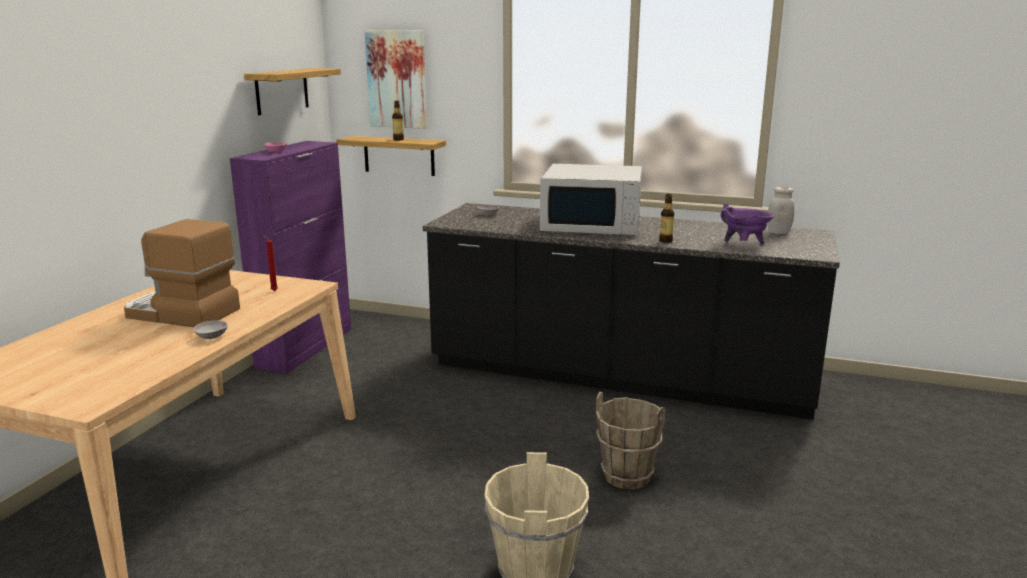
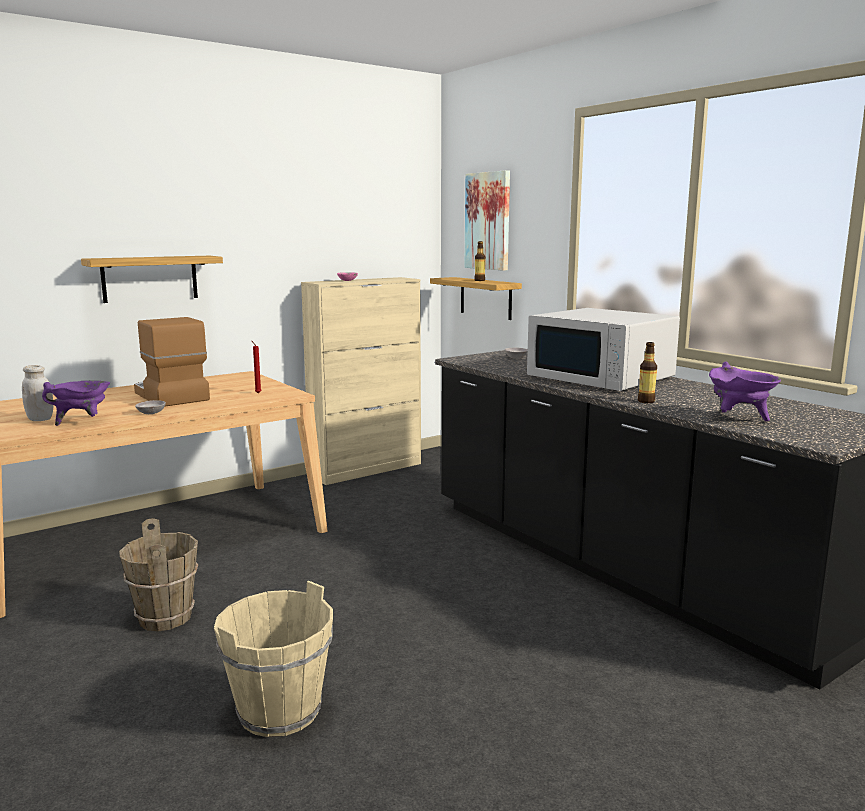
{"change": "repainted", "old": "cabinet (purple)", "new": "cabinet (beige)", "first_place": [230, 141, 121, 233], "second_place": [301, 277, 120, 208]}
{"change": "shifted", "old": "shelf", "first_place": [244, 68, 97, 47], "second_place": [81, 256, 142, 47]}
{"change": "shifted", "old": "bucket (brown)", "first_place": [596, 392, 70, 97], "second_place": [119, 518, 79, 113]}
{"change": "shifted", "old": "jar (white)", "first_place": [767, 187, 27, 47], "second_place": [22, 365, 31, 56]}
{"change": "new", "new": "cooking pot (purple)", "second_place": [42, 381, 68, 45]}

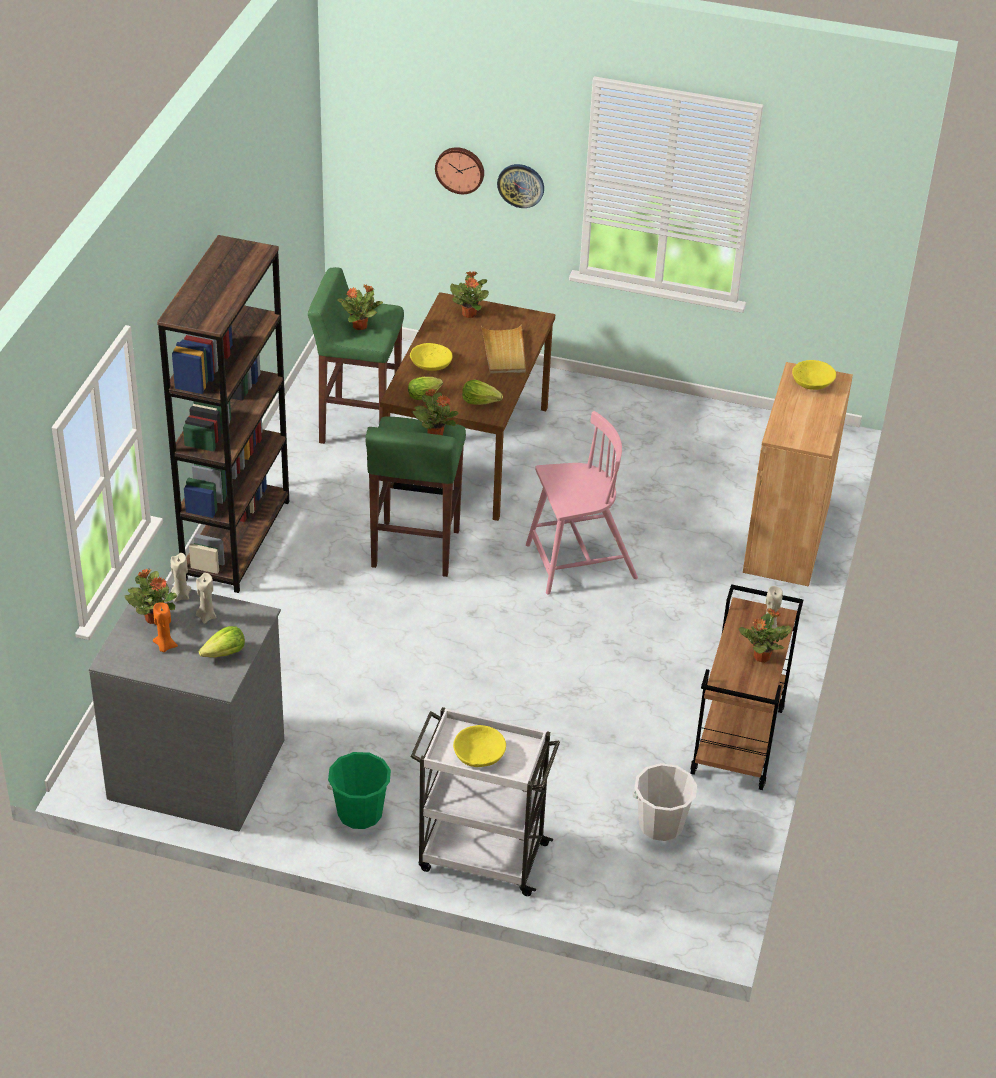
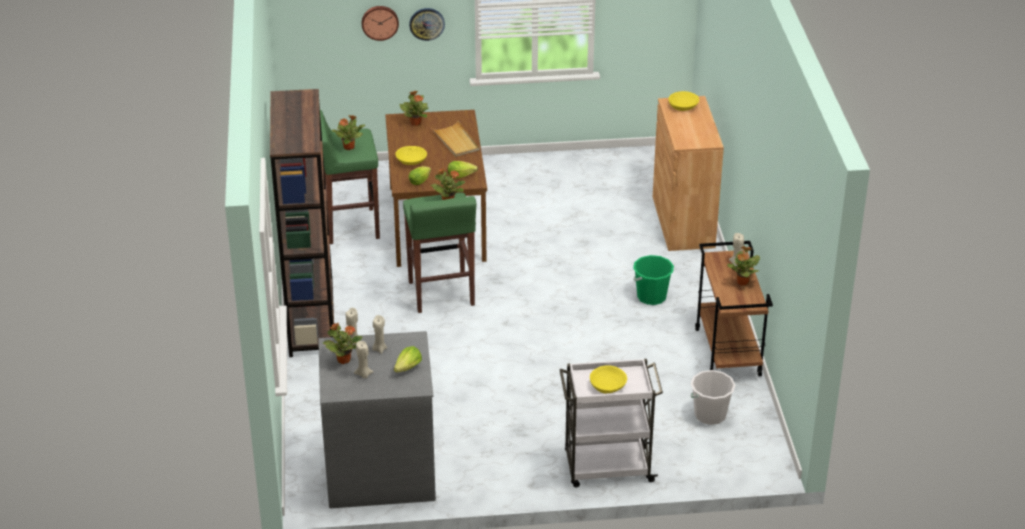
{"change": "repainted", "old": "candle (orange)", "new": "candle (beige)", "first_place": [153, 603, 25, 49], "second_place": [354, 341, 19, 37]}
{"change": "shifted", "old": "bucket (green)", "first_place": [327, 752, 64, 77], "second_place": [633, 255, 41, 50]}
{"change": "gone", "old": "chair (pink)", "first_place": [526, 411, 112, 183]}

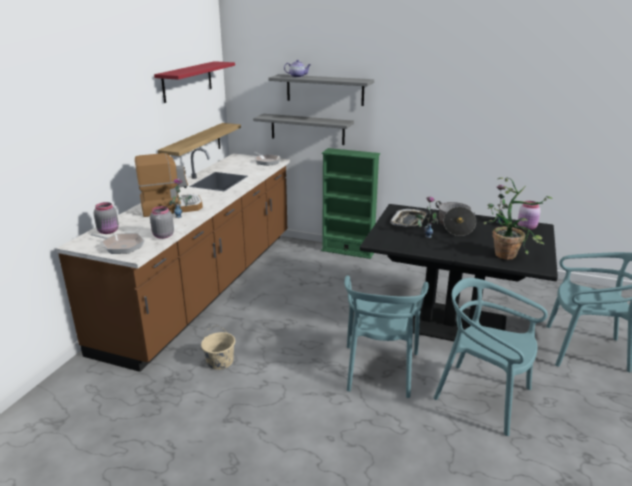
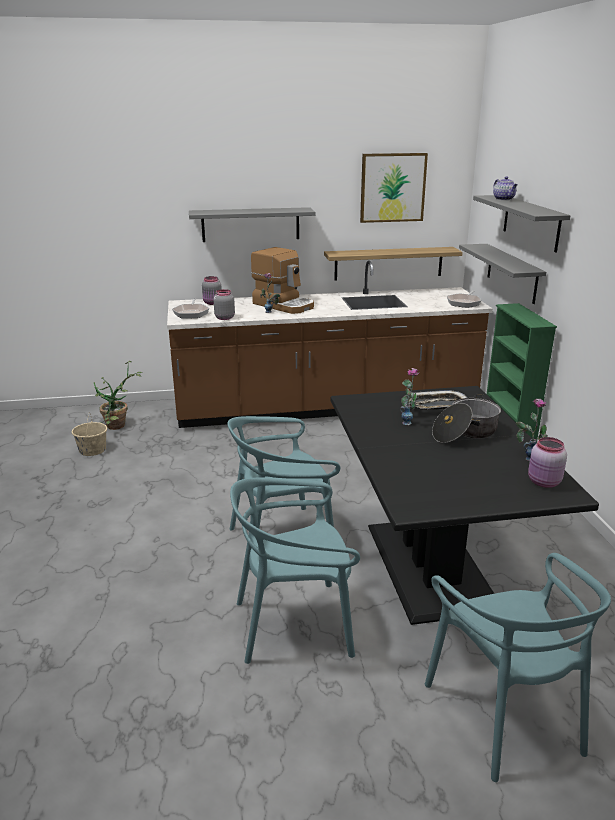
{"change": "swapped", "old": "shelf (red)", "new": "picture", "first_place": [154, 61, 81, 42], "second_place": [360, 153, 68, 70]}
{"change": "shifted", "old": "bucket (beige)", "first_place": [201, 326, 34, 44], "second_place": [72, 412, 35, 44]}
{"change": "rotated", "old": "chair (turquoise)", "first_place": [434, 278, 114, 158], "second_place": [230, 477, 130, 187], "degrees": -105}
{"change": "shifted", "old": "potted plant", "first_place": [483, 178, 70, 82], "second_place": [94, 361, 48, 69]}
{"change": "new", "new": "shelf (grey)", "second_place": [189, 207, 126, 35]}

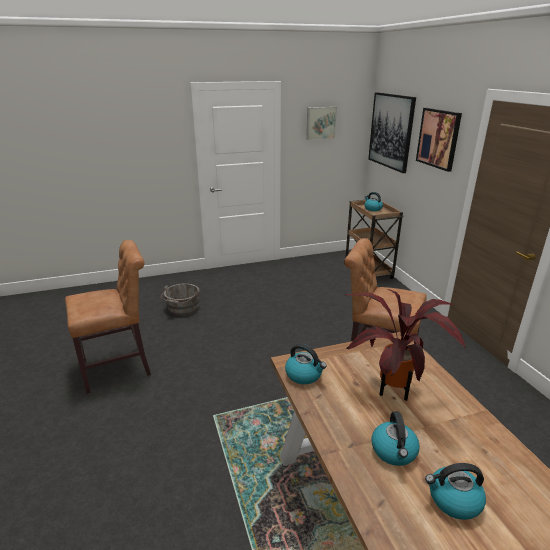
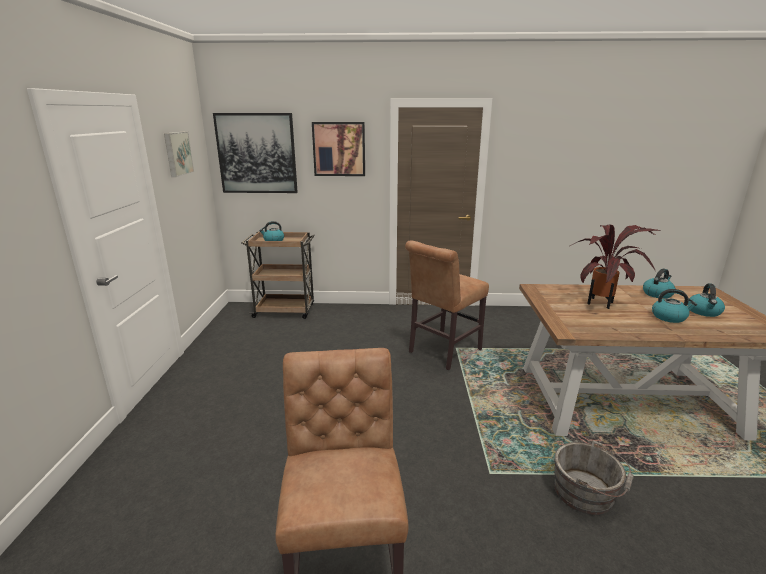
{"change": "shifted", "old": "bucket (grey)", "first_place": [161, 283, 39, 33], "second_place": [554, 440, 80, 75]}
{"change": "shifted", "old": "kettle", "first_place": [285, 344, 42, 40], "second_place": [643, 269, 33, 30]}

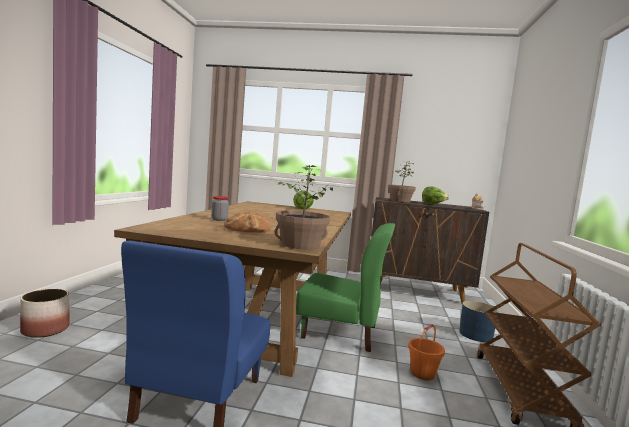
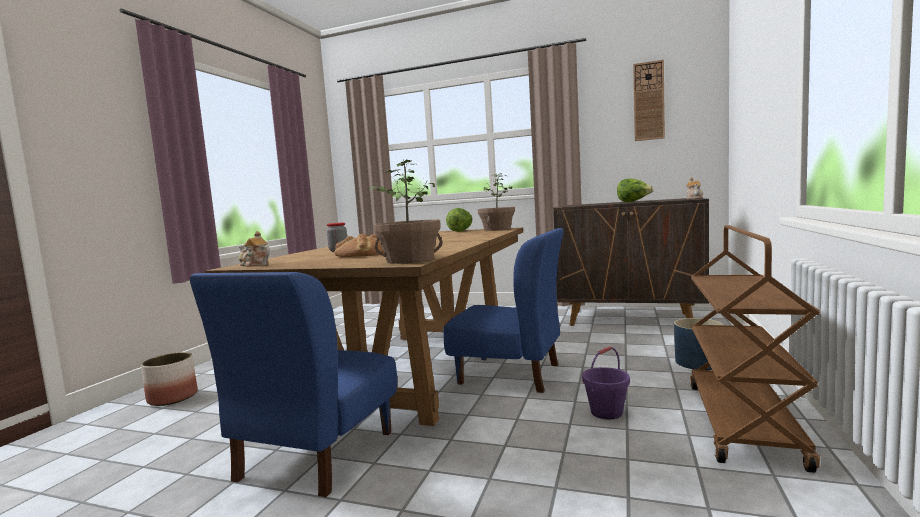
{"change": "repainted", "old": "chair (green)", "new": "chair (blue)", "first_place": [296, 223, 99, 129], "second_place": [444, 228, 120, 165]}
{"change": "shifted", "old": "potted plant", "first_place": [388, 161, 28, 42], "second_place": [478, 173, 37, 58]}
{"change": "repainted", "old": "bucket (orange)", "new": "bucket (purple)", "first_place": [408, 324, 37, 56], "second_place": [582, 346, 48, 73]}
{"change": "new", "new": "teapot", "second_place": [239, 231, 31, 36]}
{"change": "new", "new": "wall clock", "second_place": [633, 60, 32, 81]}

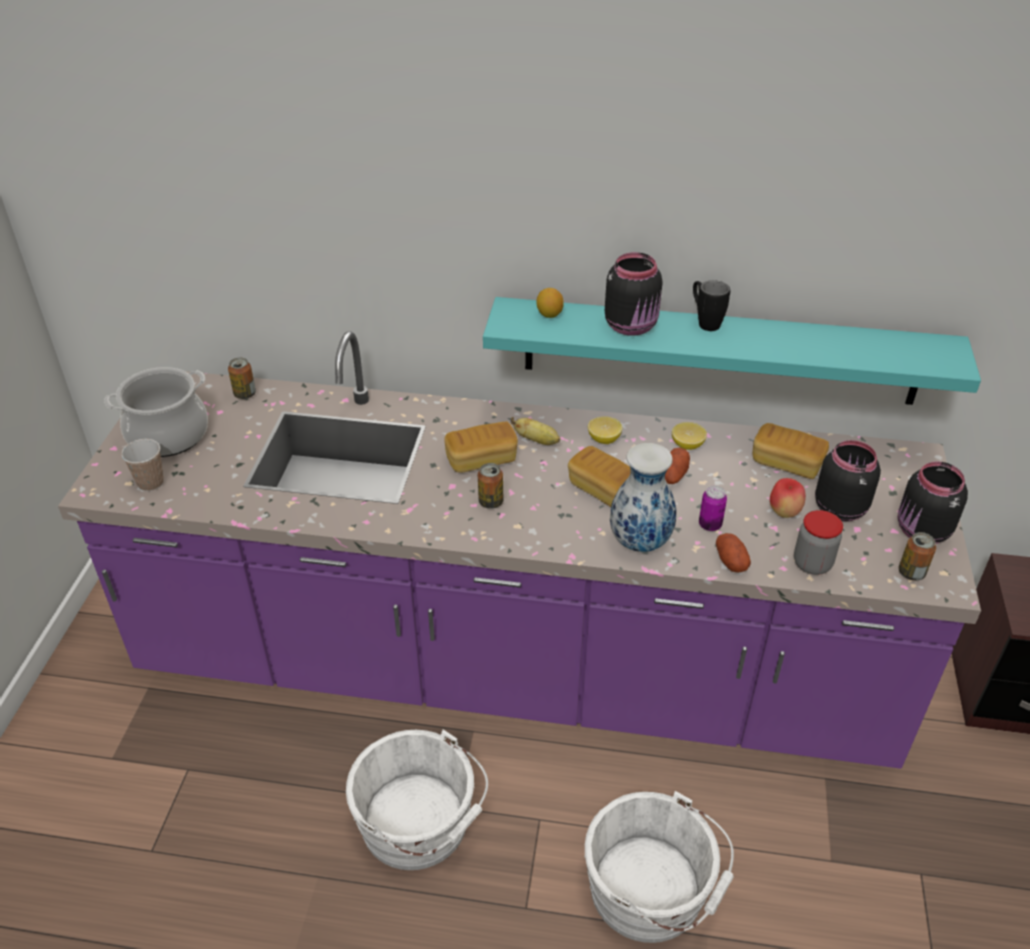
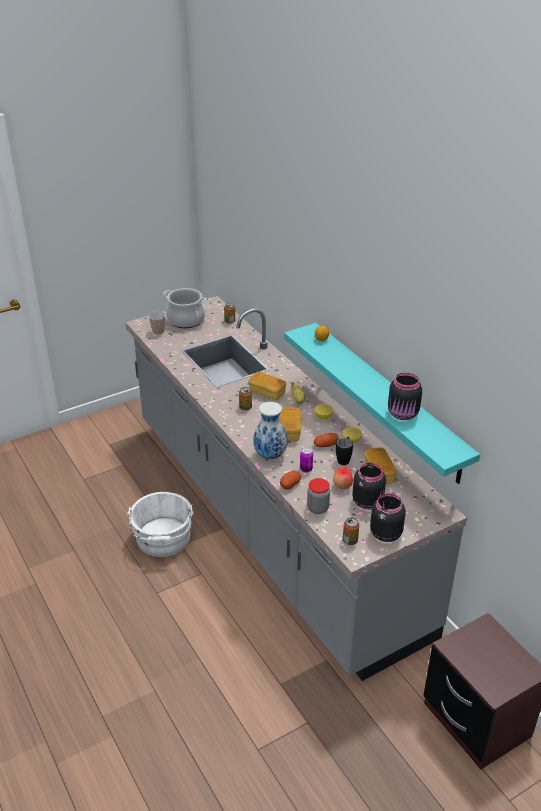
{"change": "repainted", "old": "counter (purple)", "new": "counter (grey)", "first_place": [58, 331, 923, 438], "second_place": [126, 296, 341, 385]}
{"change": "gone", "old": "bucket (white)", "first_place": [584, 791, 150, 152]}
{"change": "shifted", "old": "jar (black)", "first_place": [605, 252, 58, 84], "second_place": [388, 372, 34, 48]}
{"change": "shifted", "old": "mug (black)", "first_place": [693, 280, 37, 51], "second_place": [336, 437, 17, 28]}

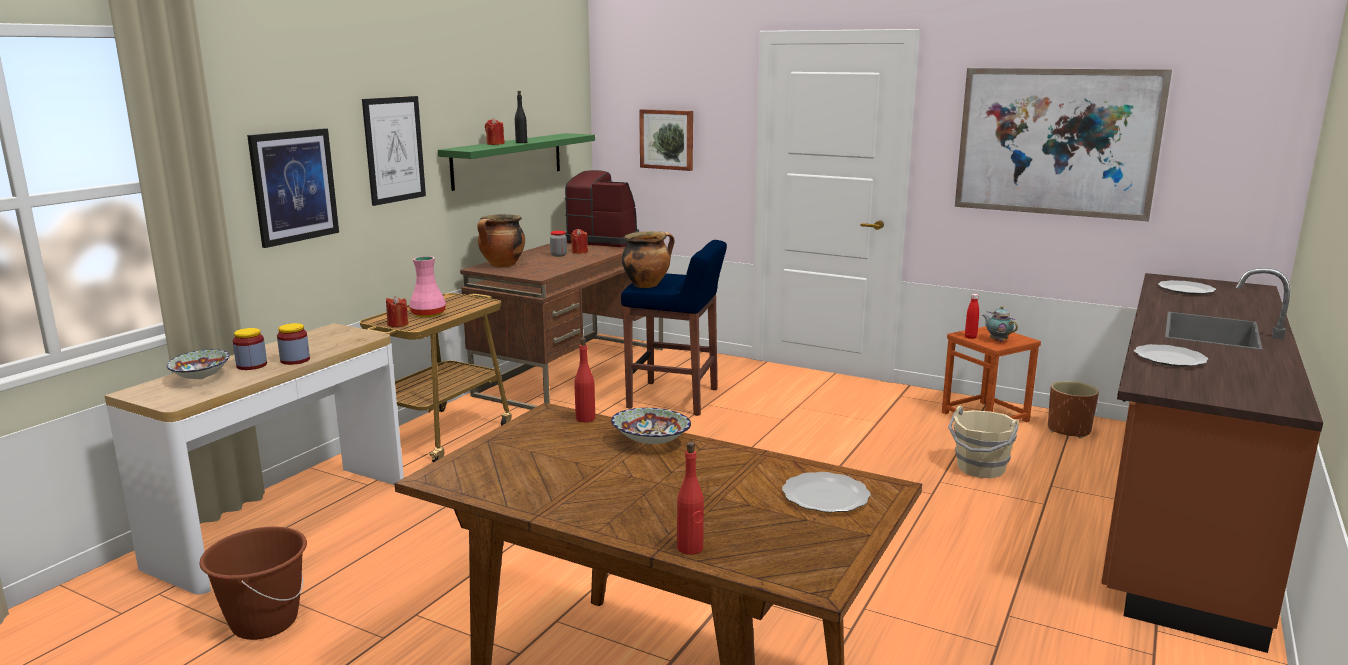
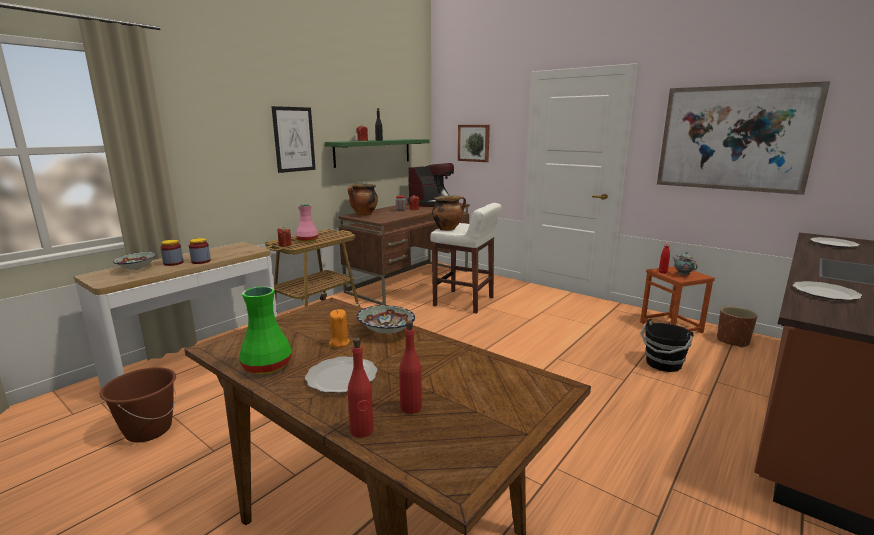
{"change": "gone", "old": "picture", "first_place": [247, 128, 92, 120]}
{"change": "rotated", "old": "coffee machine", "first_place": [565, 170, 74, 77], "second_place": [407, 163, 47, 44], "degrees": 105}
{"change": "shifted", "old": "bottle (red)", "first_place": [574, 338, 21, 84], "second_place": [399, 321, 23, 93]}
{"change": "repainted", "old": "stool (blue)", "new": "stool (white)", "first_place": [621, 240, 106, 176], "second_place": [430, 203, 72, 111]}
{"change": "shifted", "old": "plate", "first_place": [782, 472, 89, 41], "second_place": [305, 356, 72, 37]}
{"change": "repainted", "old": "bucket (beige)", "new": "bucket (black)", "first_place": [948, 405, 71, 73], "second_place": [640, 319, 54, 53]}
{"change": "new", "new": "vase (green)", "second_place": [239, 286, 53, 89]}
{"change": "new", "new": "candle (orange)", "second_place": [329, 309, 21, 39]}

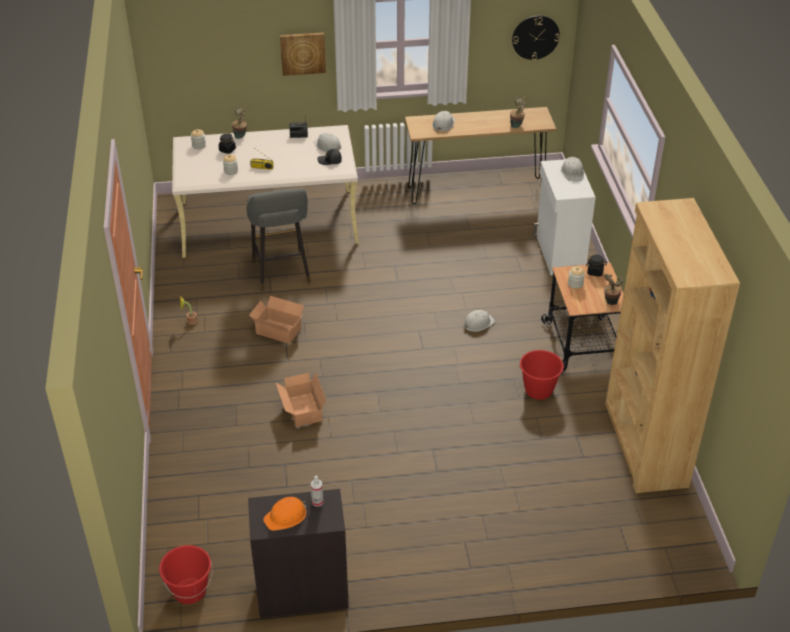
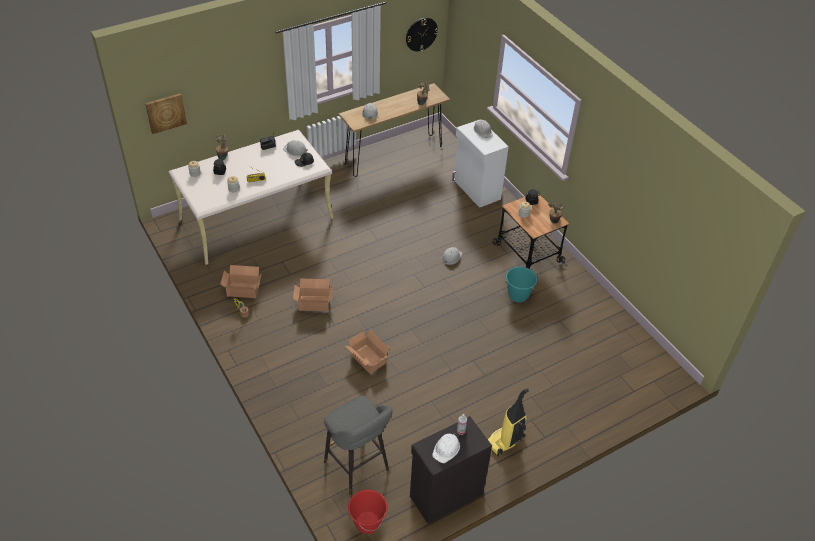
{"change": "shifted", "old": "stool (grey)", "first_place": [246, 188, 65, 103], "second_place": [324, 396, 69, 99]}
{"change": "repainted", "old": "hard hat (orange)", "new": "hard hat (white)", "first_place": [263, 497, 44, 34], "second_place": [432, 433, 28, 30]}
{"change": "shifted", "old": "picture", "first_place": [280, 33, 46, 43], "second_place": [145, 93, 42, 41]}
{"change": "repainted", "old": "bucket (red)", "new": "bucket (turquoise)", "first_place": [519, 350, 45, 50], "second_place": [505, 267, 32, 35]}
{"change": "gone", "old": "bookcase (brown)", "first_place": [605, 198, 135, 295]}
{"change": "new", "new": "cardboard box", "second_place": [220, 265, 42, 33]}
{"change": "new", "new": "vacuum cleaner", "second_place": [488, 389, 41, 68]}

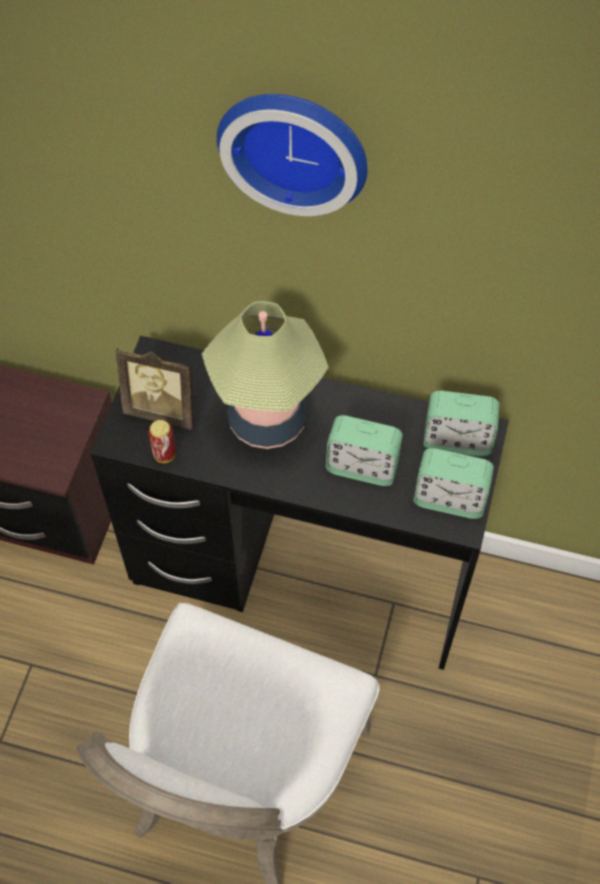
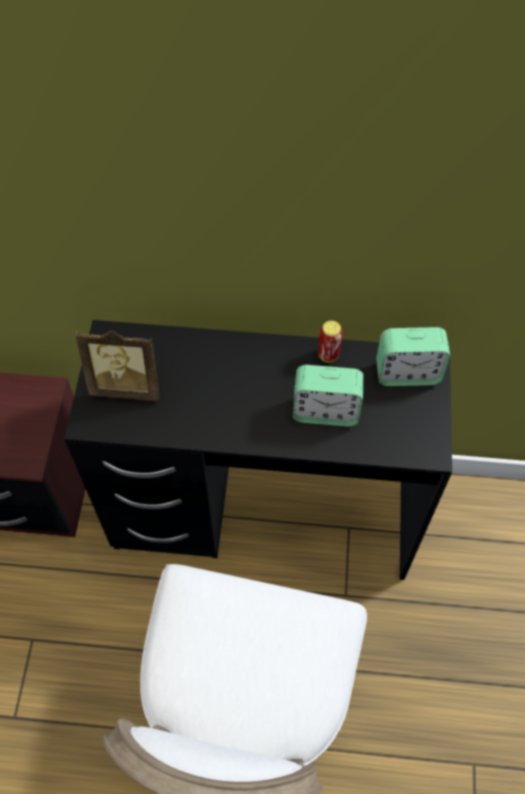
{"change": "shifted", "old": "can", "first_place": [148, 420, 28, 43], "second_place": [318, 321, 25, 41]}
{"change": "gone", "old": "table lamp", "first_place": [202, 301, 127, 148]}
{"change": "gone", "old": "wall clock", "first_place": [217, 94, 150, 122]}
{"change": "gone", "old": "alarm clock", "first_place": [413, 448, 81, 71]}

